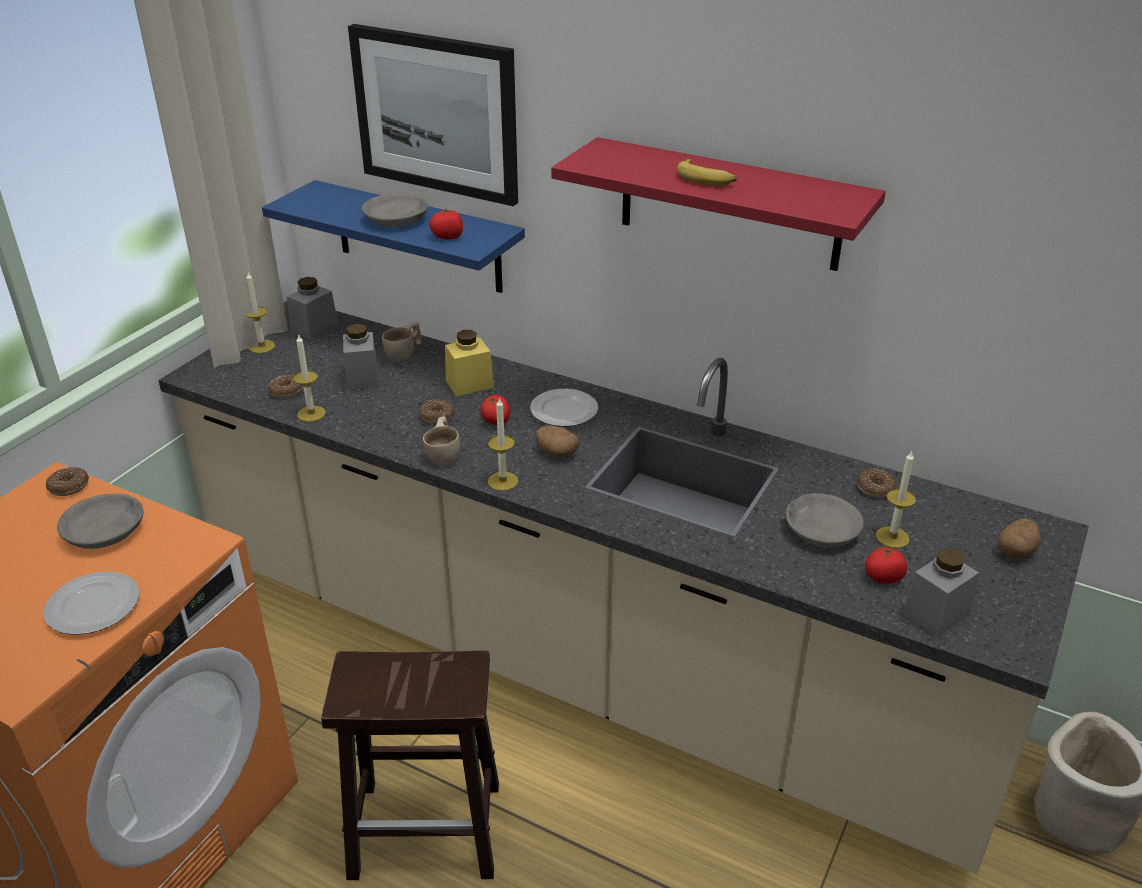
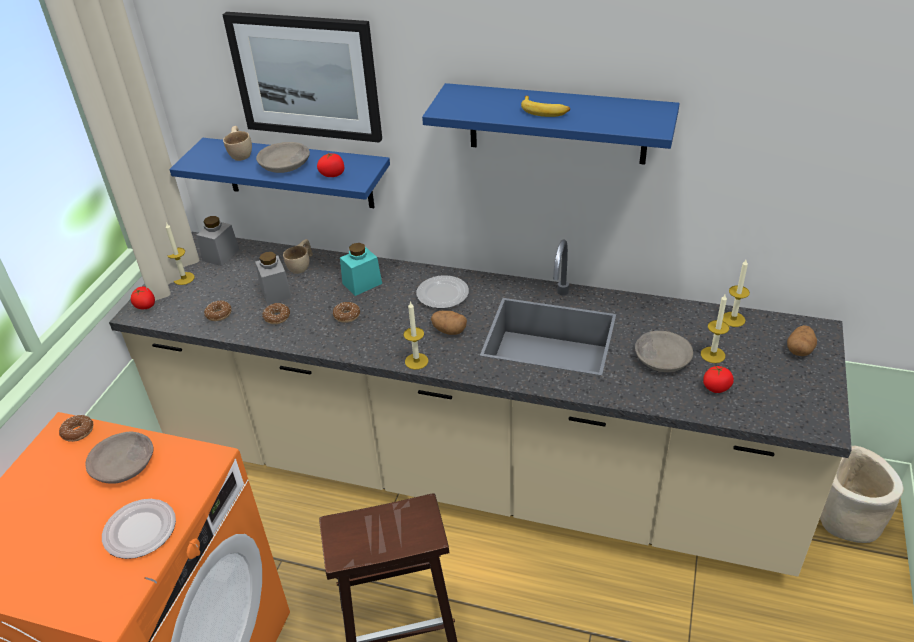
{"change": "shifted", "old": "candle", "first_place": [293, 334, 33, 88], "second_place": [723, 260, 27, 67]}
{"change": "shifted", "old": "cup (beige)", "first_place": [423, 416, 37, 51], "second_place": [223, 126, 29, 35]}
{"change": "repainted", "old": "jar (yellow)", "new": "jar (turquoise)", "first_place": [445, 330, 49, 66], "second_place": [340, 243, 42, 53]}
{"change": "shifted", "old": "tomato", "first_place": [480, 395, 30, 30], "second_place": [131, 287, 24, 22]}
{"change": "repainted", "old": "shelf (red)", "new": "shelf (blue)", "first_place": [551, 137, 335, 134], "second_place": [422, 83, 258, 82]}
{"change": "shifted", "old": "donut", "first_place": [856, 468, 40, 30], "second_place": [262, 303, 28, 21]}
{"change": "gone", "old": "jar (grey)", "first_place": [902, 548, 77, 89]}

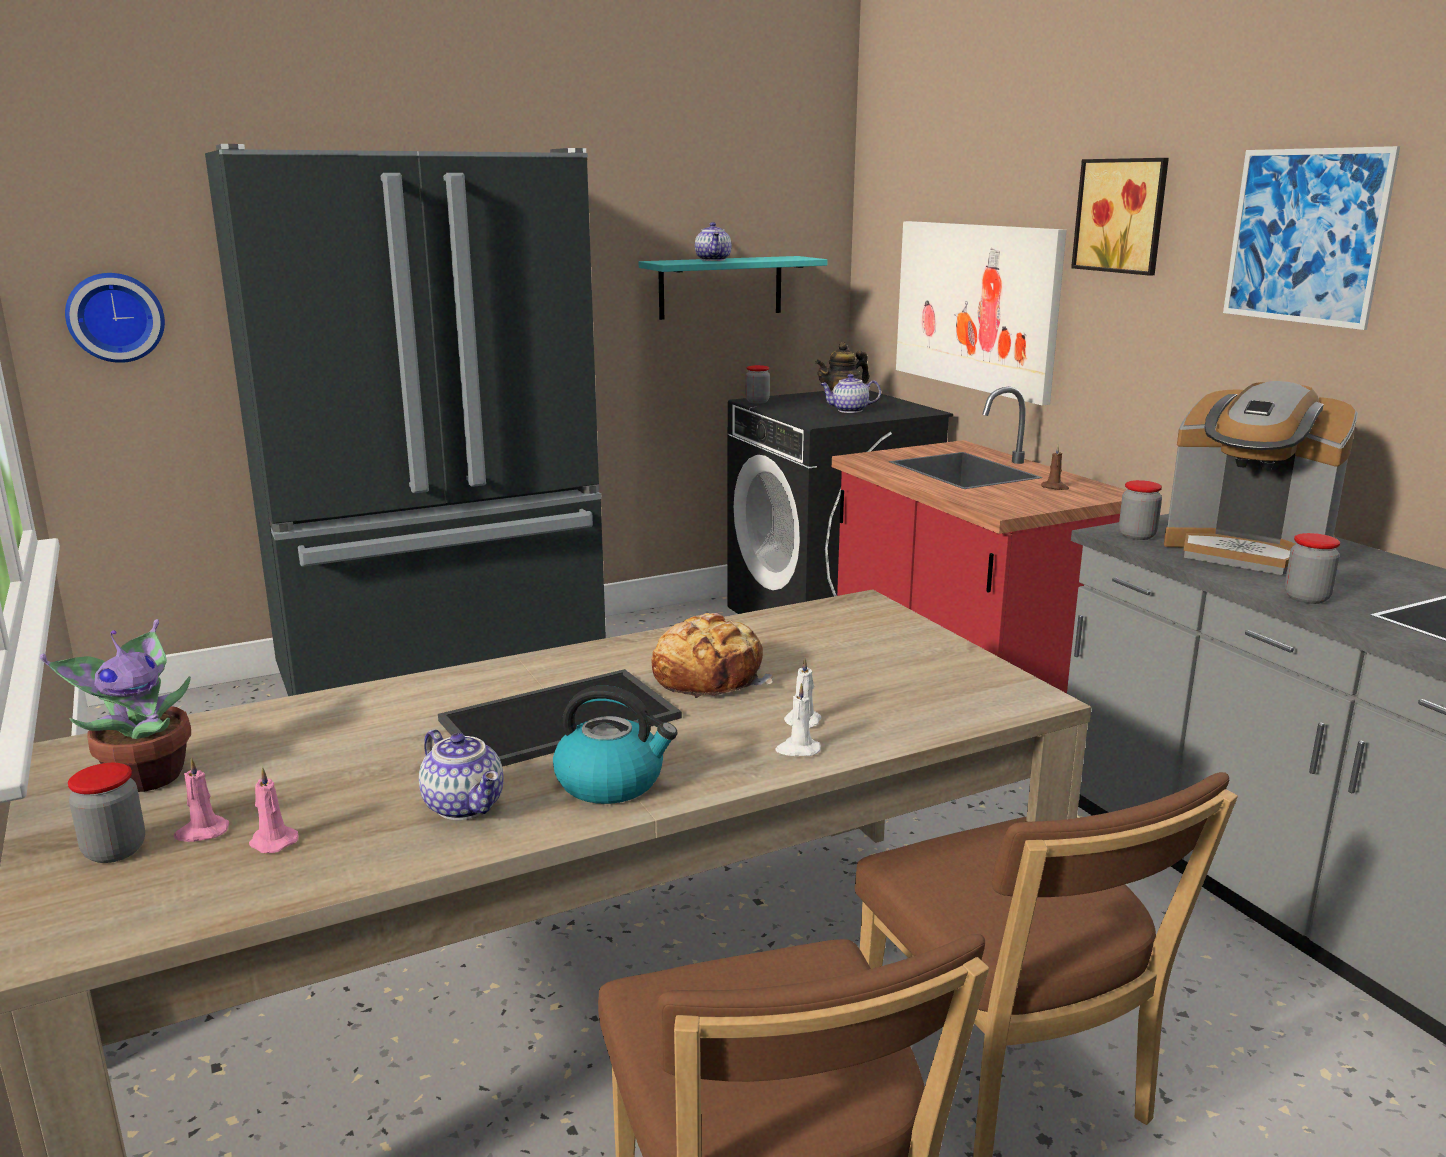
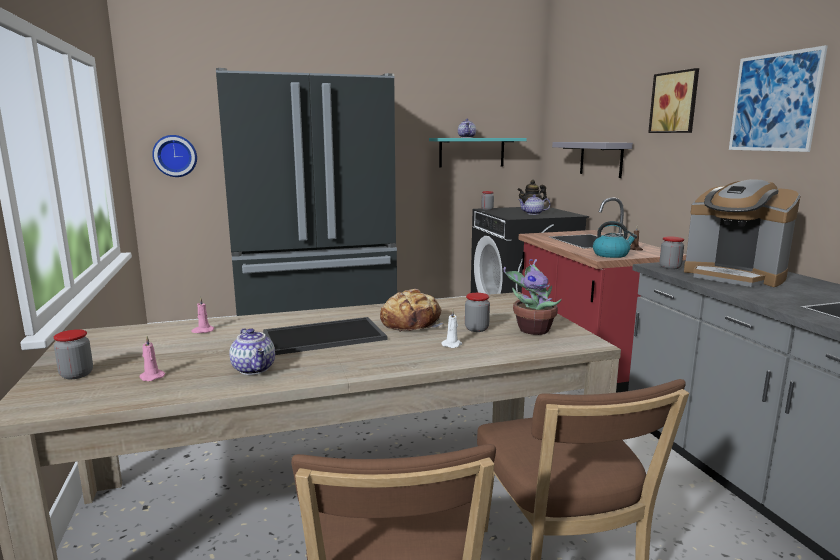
{"change": "shifted", "old": "potted plant", "first_place": [40, 619, 151, 173], "second_place": [503, 259, 59, 76]}
{"change": "shifted", "old": "candle (pink)", "first_place": [174, 757, 55, 85], "second_place": [191, 297, 23, 36]}
{"change": "shifted", "old": "kettle", "first_place": [553, 686, 125, 118], "second_place": [593, 221, 44, 37]}
{"change": "gone", "old": "candle (white)", "first_place": [775, 683, 46, 73]}
{"change": "swapped", "old": "picture", "new": "shelf (grey)", "first_place": [896, 221, 171, 184], "second_place": [552, 142, 81, 36]}
{"change": "shifted", "old": "jar", "first_place": [1285, 533, 55, 71], "second_place": [465, 293, 25, 39]}

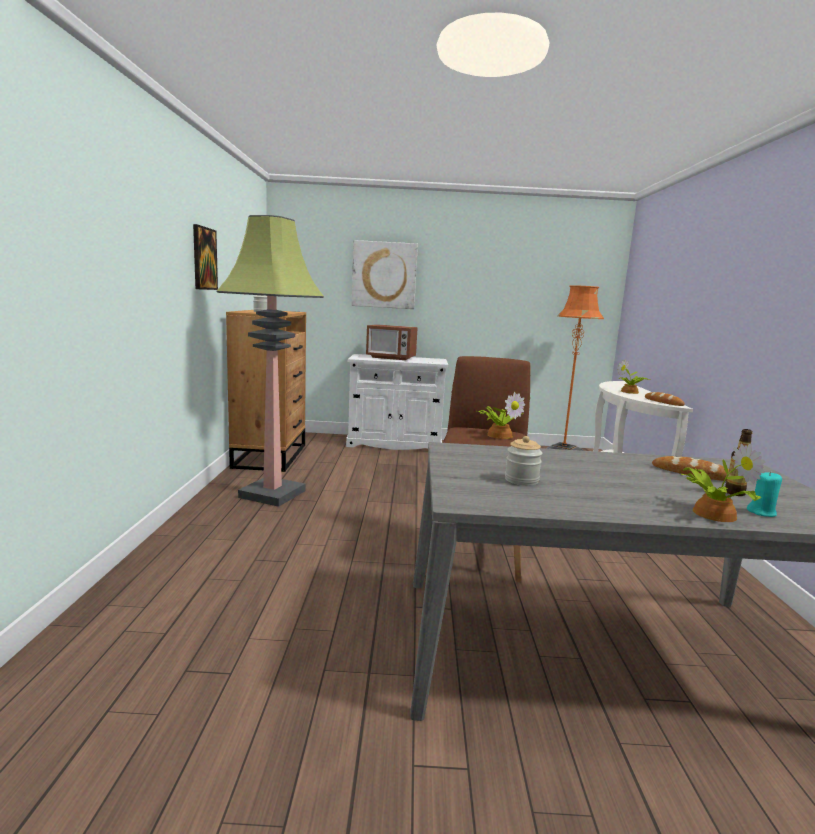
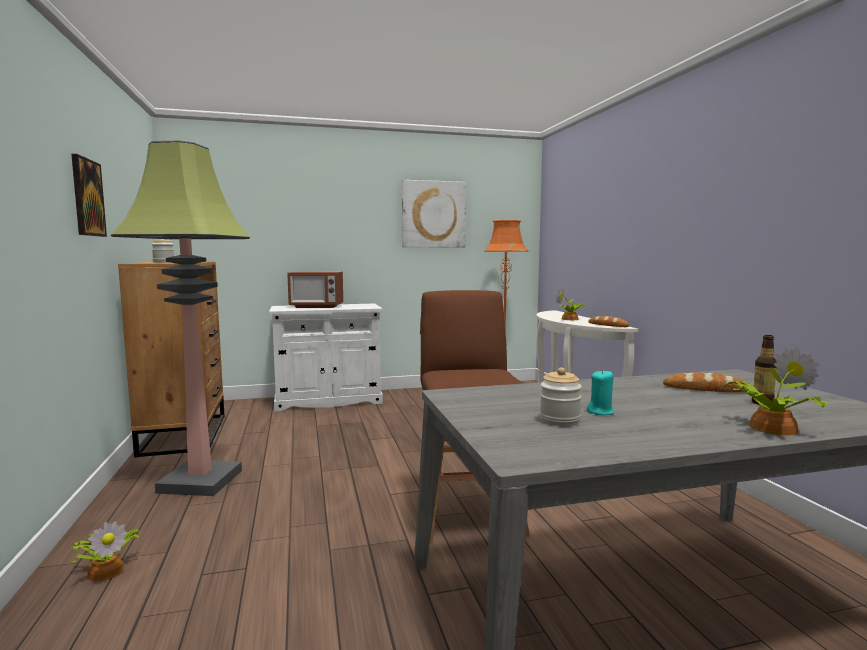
{"change": "shifted", "old": "picture", "first_place": [352, 240, 66, 69], "second_place": [402, 180, 64, 68]}
{"change": "shifted", "old": "potted plant", "first_place": [476, 392, 49, 47], "second_place": [70, 521, 70, 60]}
{"change": "shifted", "old": "candle (turquoise)", "first_place": [747, 472, 35, 45], "second_place": [587, 369, 27, 46]}

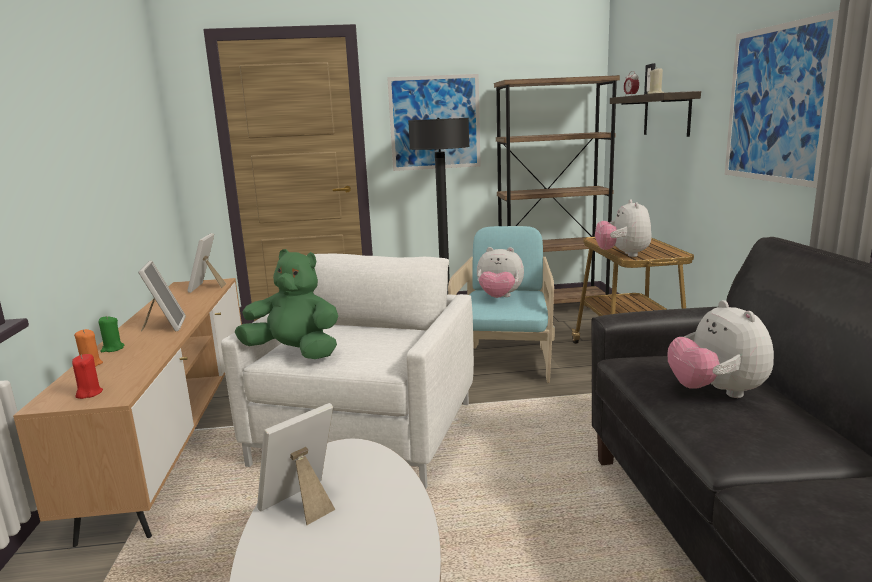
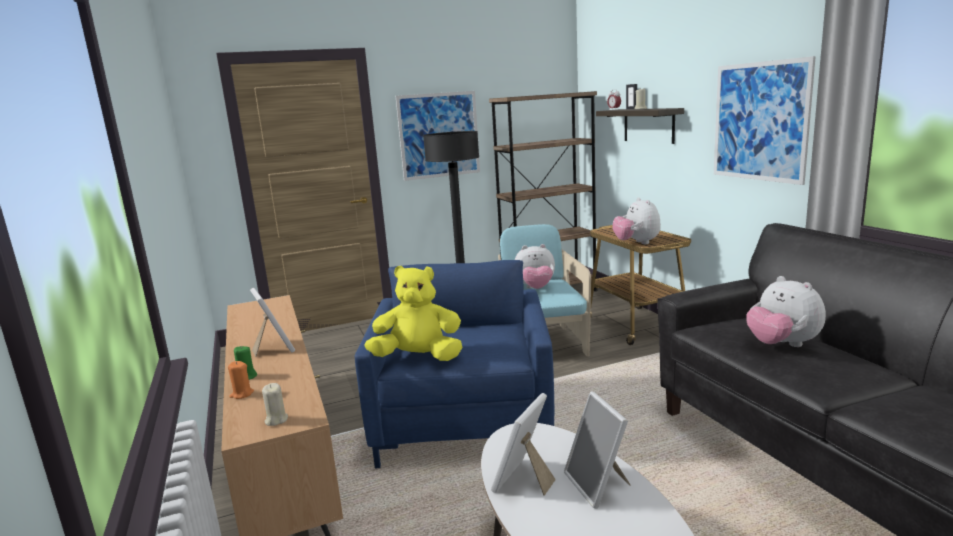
{"change": "repainted", "old": "candle (red)", "new": "candle (beige)", "first_place": [72, 354, 31, 45], "second_place": [262, 383, 26, 43]}
{"change": "shifted", "old": "picture frame", "first_place": [187, 233, 39, 60], "second_place": [564, 391, 67, 118]}
{"change": "repainted", "old": "armchair (white)", "new": "armchair (blue)", "first_place": [221, 254, 253, 235], "second_place": [355, 260, 199, 208]}
{"change": "repainted", "old": "plush toy (green)", "new": "plush toy (yellow)", "first_place": [235, 249, 103, 110], "second_place": [364, 266, 98, 95]}

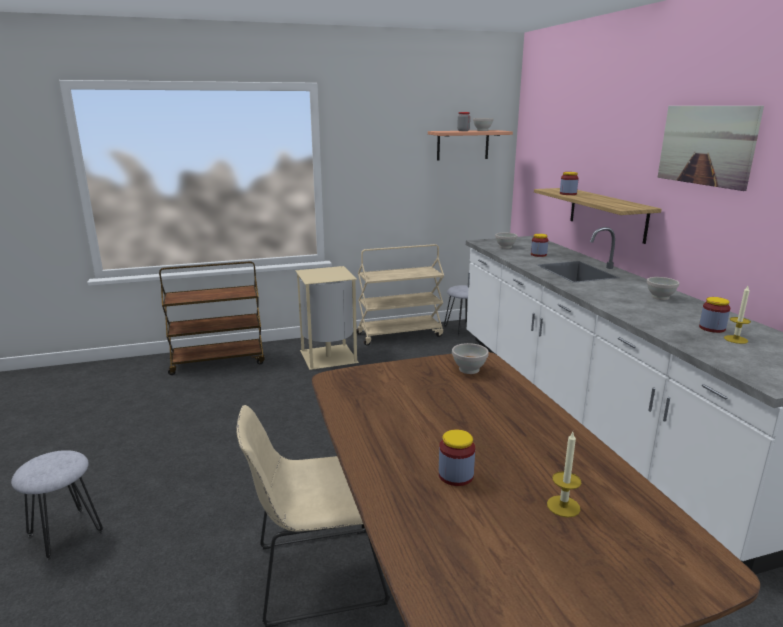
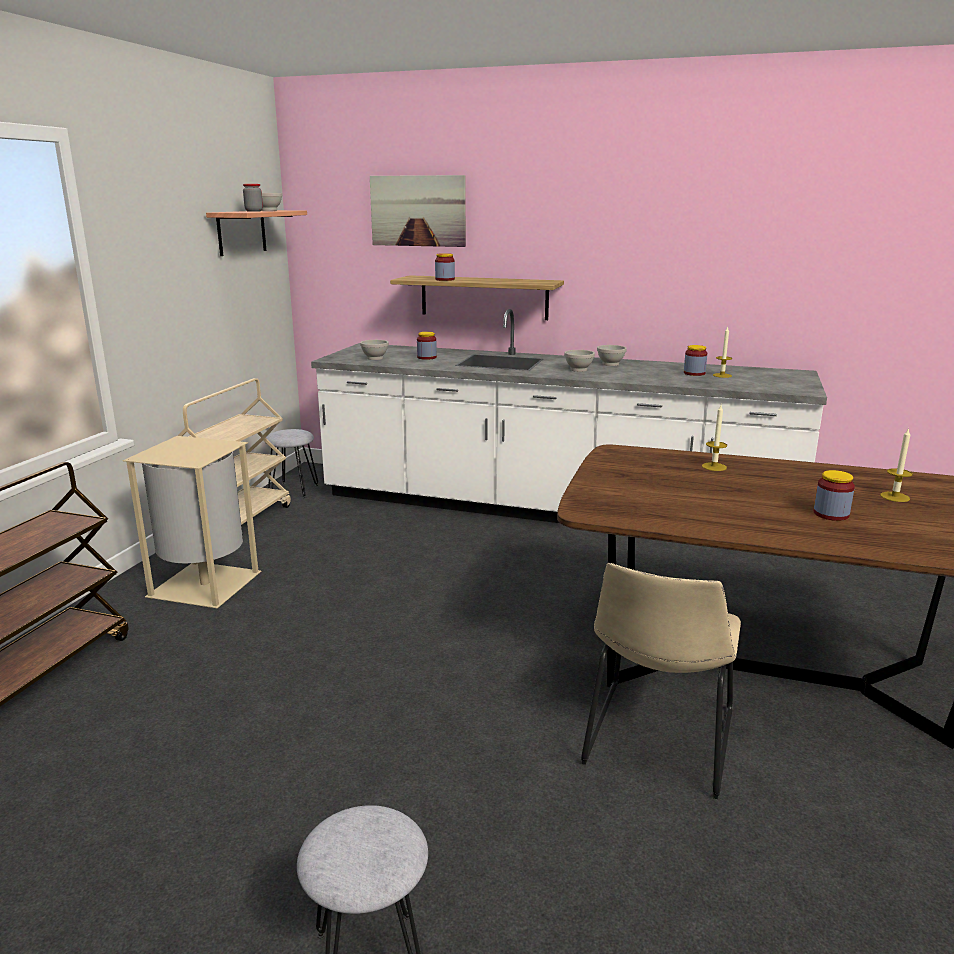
{"change": "shifted", "old": "bowl (white)", "first_place": [452, 343, 37, 31], "second_place": [564, 350, 31, 22]}
{"change": "shifted", "old": "picture", "first_place": [657, 106, 107, 85], "second_place": [370, 175, 96, 72]}
{"change": "new", "new": "candle", "second_place": [702, 405, 25, 66]}

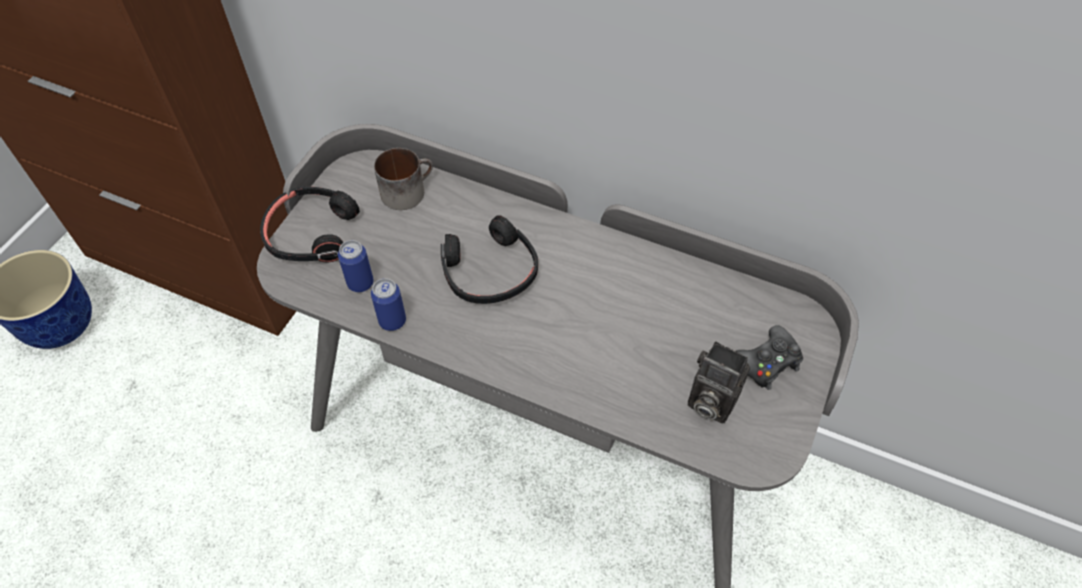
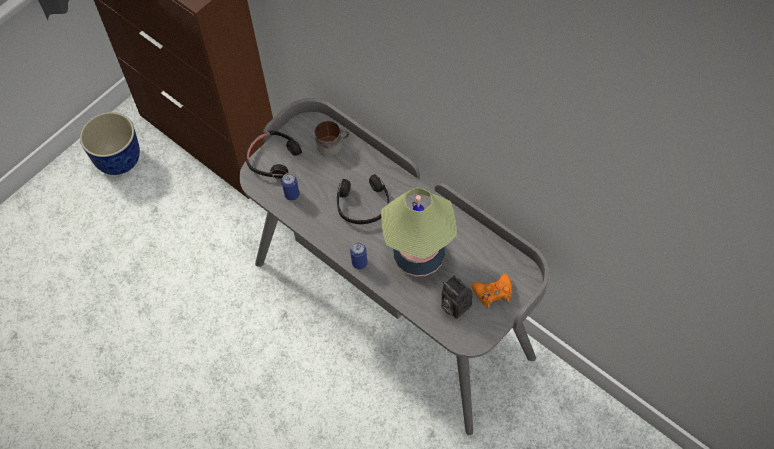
{"change": "shifted", "old": "can", "first_place": [371, 278, 35, 53], "second_place": [350, 242, 17, 27]}
{"change": "repainted", "old": "game controller (black)", "new": "game controller (orange)", "first_place": [736, 325, 67, 65], "second_place": [472, 274, 40, 34]}
{"change": "new", "new": "table lamp", "second_place": [381, 187, 76, 89]}

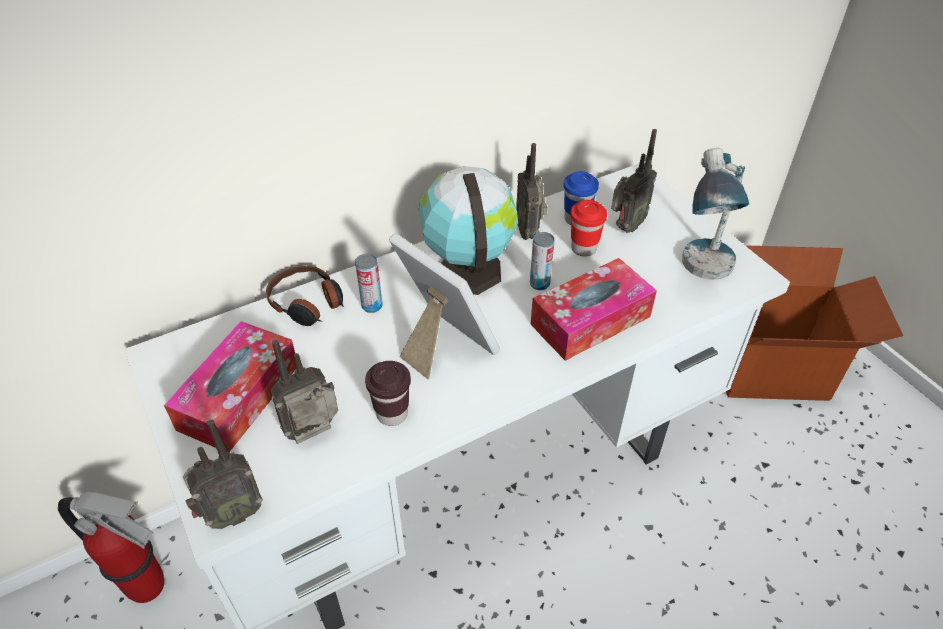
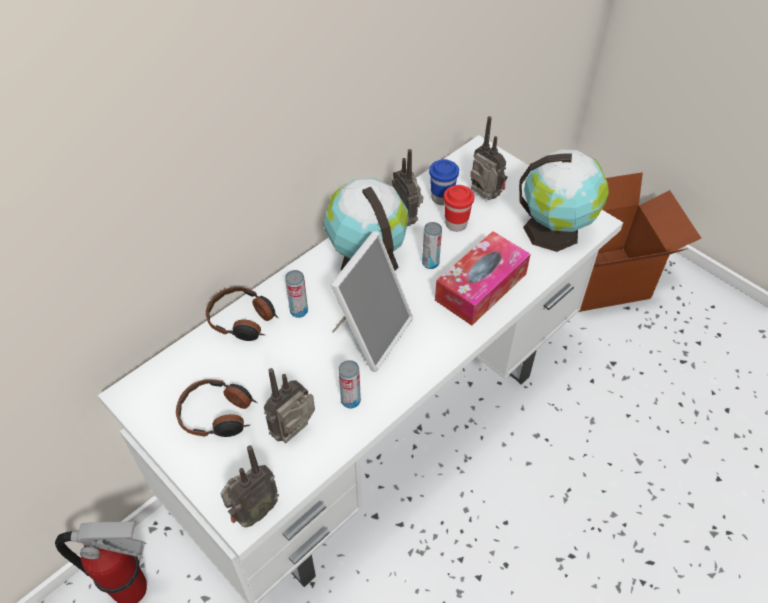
{"change": "swapped", "old": "tissue box", "new": "headphones", "first_place": [164, 321, 132, 131], "second_place": [176, 379, 82, 58]}
{"change": "swapped", "old": "cup (brown)", "new": "can", "first_place": [365, 361, 46, 65], "second_place": [339, 360, 22, 49]}
{"change": "rotated", "old": "picture frame", "first_place": [389, 234, 111, 145], "second_place": [330, 231, 83, 141], "degrees": 90}
{"change": "rotated", "old": "radio", "first_place": [611, 129, 46, 104], "second_place": [470, 116, 37, 84], "degrees": -75}
{"change": "swapped", "old": "table lamp", "new": "globe", "first_place": [682, 148, 67, 132], "second_place": [519, 150, 90, 102]}

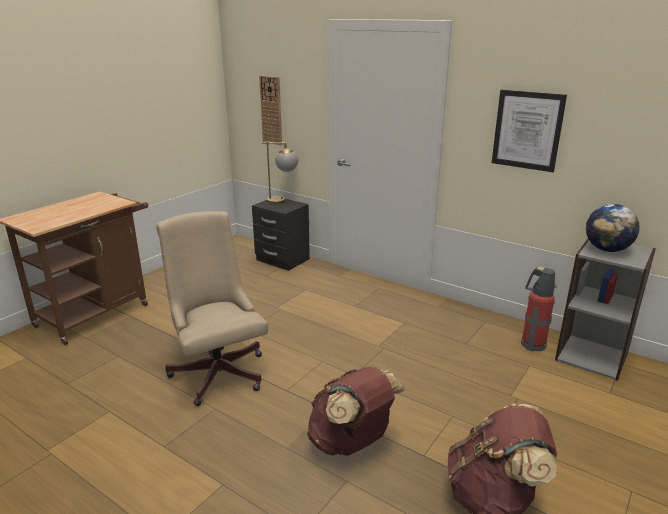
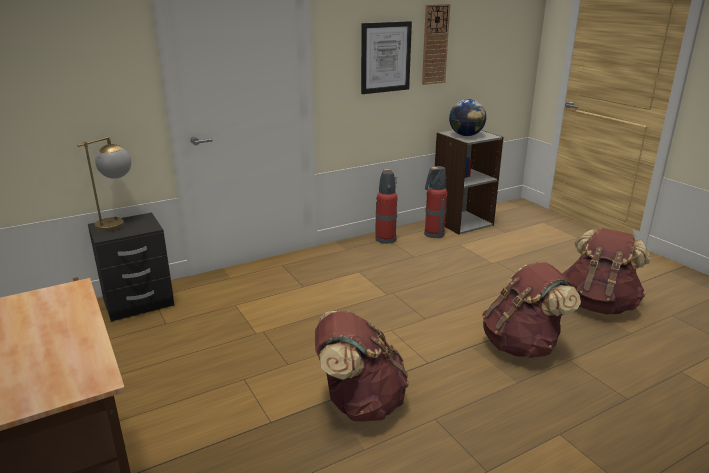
{"change": "swapped", "old": "office chair (beige)", "new": "backpack (brown)", "first_place": [156, 211, 112, 195], "second_place": [315, 311, 94, 111]}
{"change": "shifted", "old": "wall clock", "first_place": [259, 75, 23, 70], "second_place": [422, 4, 28, 81]}
{"change": "new", "new": "fire extinguisher", "second_place": [375, 169, 23, 75]}

